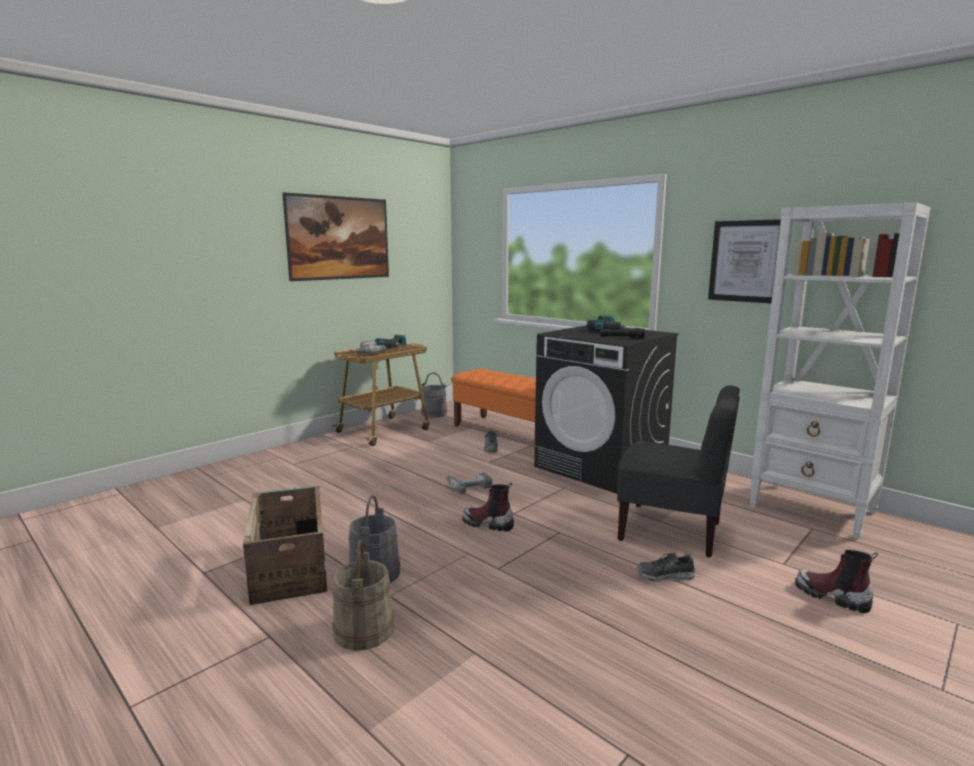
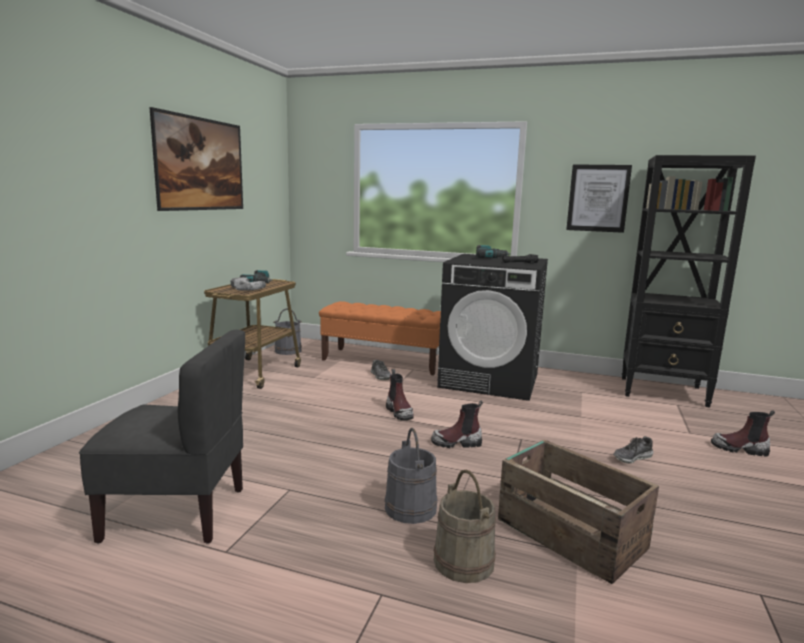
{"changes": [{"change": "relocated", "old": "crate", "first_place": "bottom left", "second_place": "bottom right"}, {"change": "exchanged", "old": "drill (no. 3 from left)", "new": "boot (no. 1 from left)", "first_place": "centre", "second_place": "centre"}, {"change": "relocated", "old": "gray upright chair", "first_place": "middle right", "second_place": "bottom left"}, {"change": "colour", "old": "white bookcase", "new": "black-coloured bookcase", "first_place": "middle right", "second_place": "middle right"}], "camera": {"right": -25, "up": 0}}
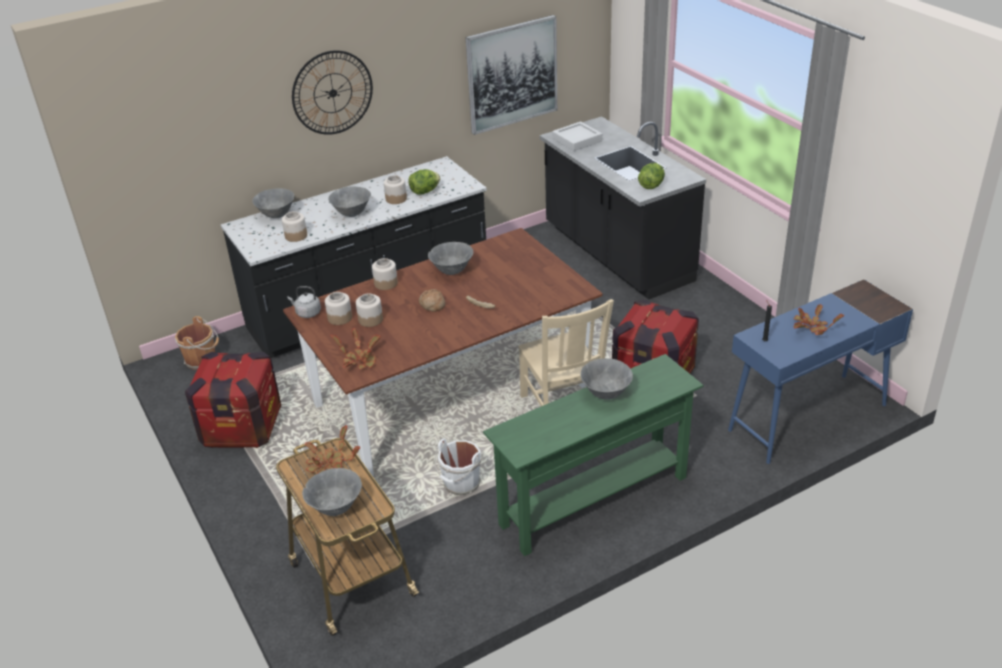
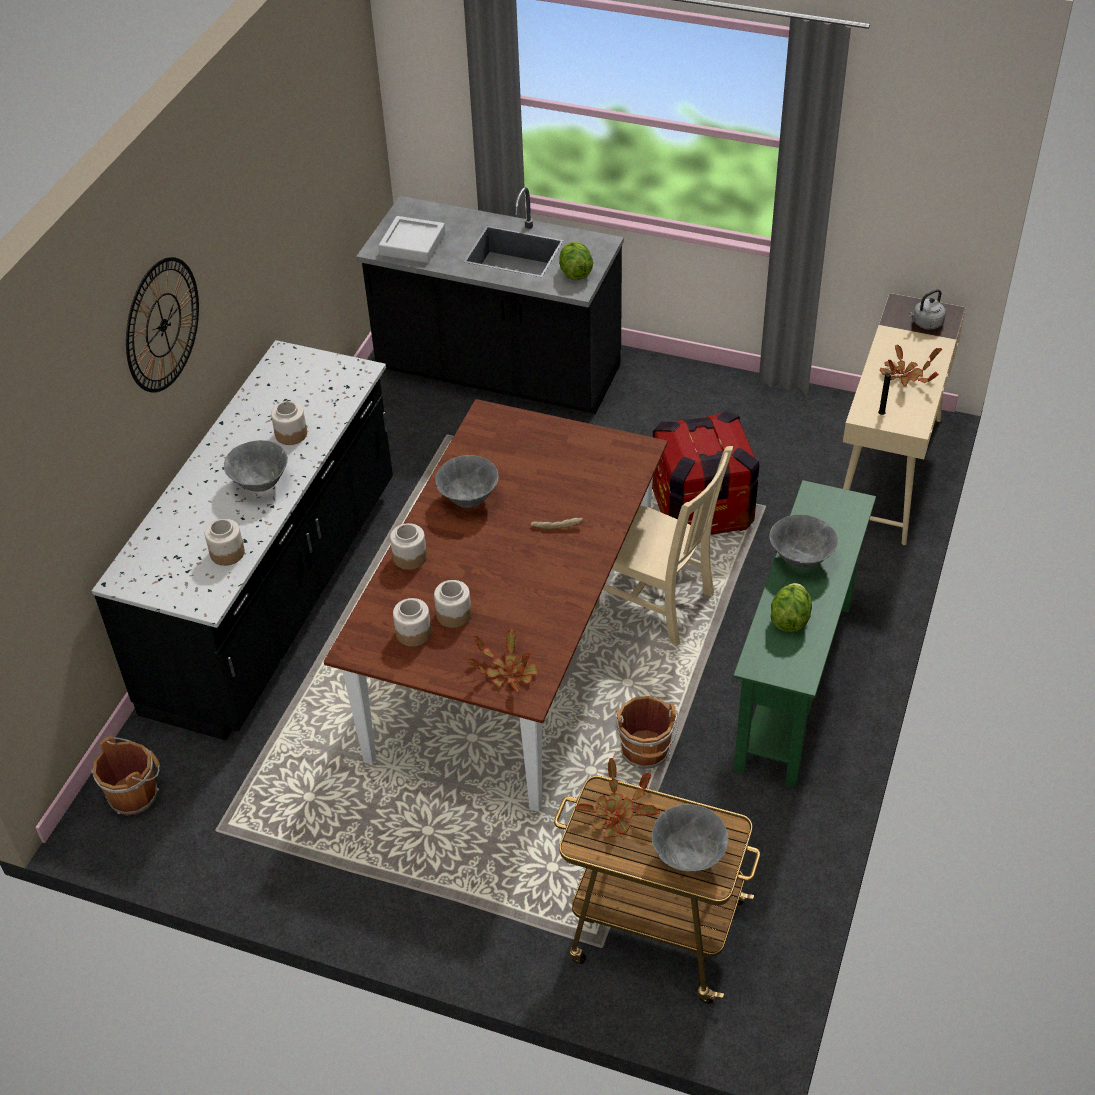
{"changes": [{"change": "missing", "old": "crate (no. 1 from left)", "first_place": "middle left"}, {"change": "missing", "old": "gray deep dish (no. 1 from left)", "first_place": "top left"}, {"change": "relocated", "old": "gray kettle", "first_place": "middle left", "second_place": "top right"}, {"change": "relocated", "old": "head of lettuce (no. 1 from left in the first image)", "new": "head of lettuce (no. 2 from left)", "first_place": "top centre", "second_place": "middle right"}, {"change": "missing", "old": "bread (no. 1 from left)", "first_place": "centre"}, {"change": "colour", "old": "white water bucket", "new": "brownish water bucket (no. 2 from left)", "first_place": "bottom centre", "second_place": "bottom centre"}, {"change": "missing", "old": "wall art", "first_place": "top centre"}, {"change": "colour", "old": "blue-coloured desk unit", "new": "beige-coloured desk unit", "first_place": "middle right", "second_place": "middle right"}], "camera": {"right": -40, "up": 10}}
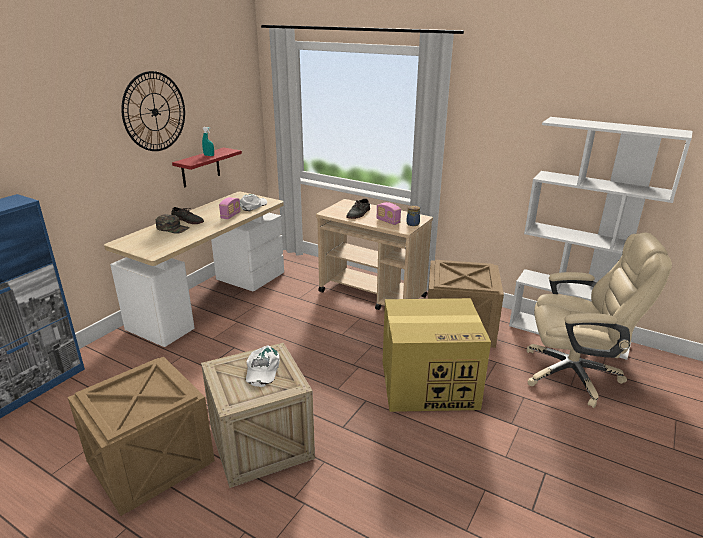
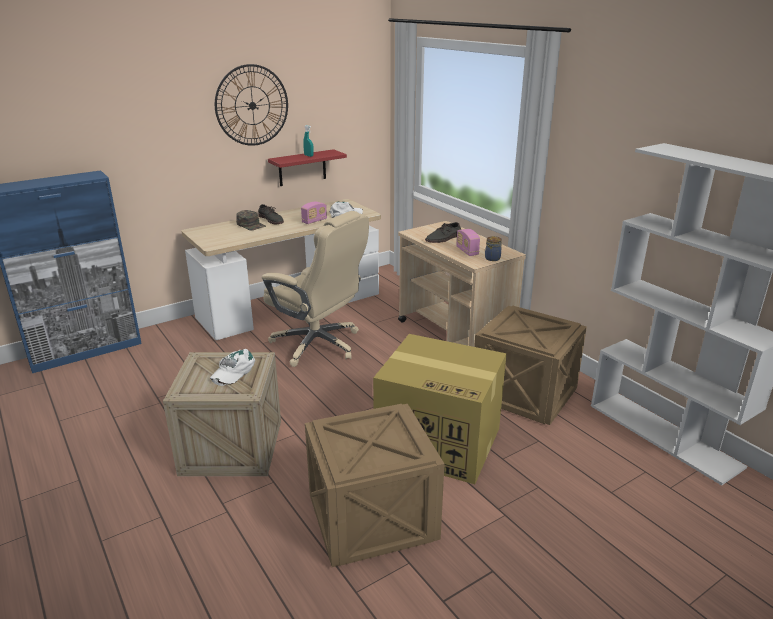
{"changes": [{"change": "relocated", "old": "crate (no. 1 from left in the first image)", "new": "crate (no. 2 from left)", "first_place": "bottom left", "second_place": "bottom centre"}, {"change": "relocated", "old": "beige-coloured office chair", "first_place": "middle right", "second_place": "centre"}], "camera": {"right": 25, "up": 0}}
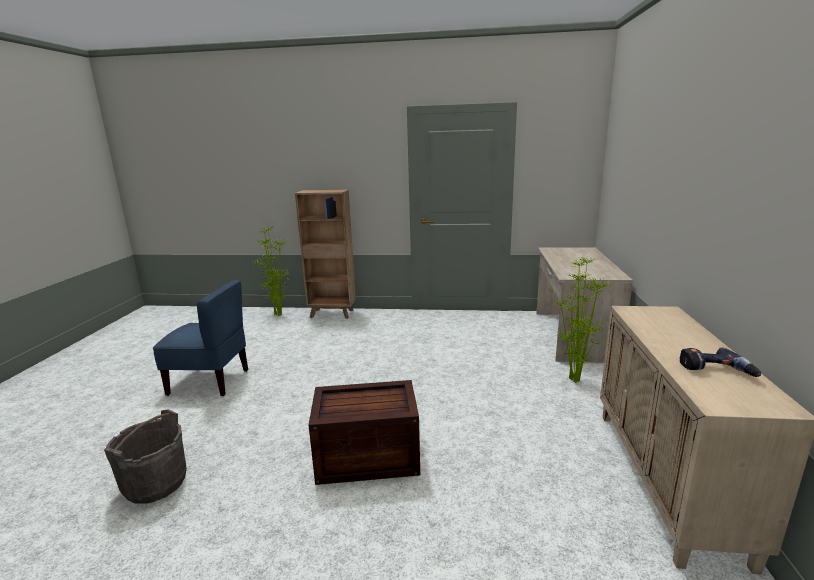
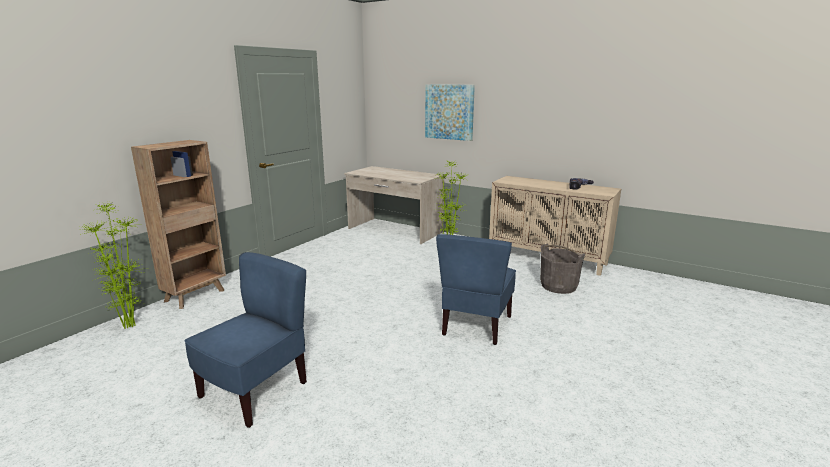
{"changes": [{"change": "relocated", "old": "gray water bucket", "first_place": "bottom left", "second_place": "middle right"}, {"change": "exchanged", "old": "crate", "new": "blue-coloured upright chair (no. 2 from left)", "first_place": "bottom centre", "second_place": "centre"}, {"change": "appeared", "new": "wall art", "second_place": "top centre"}], "camera": {"right": -65, "up": 0}}
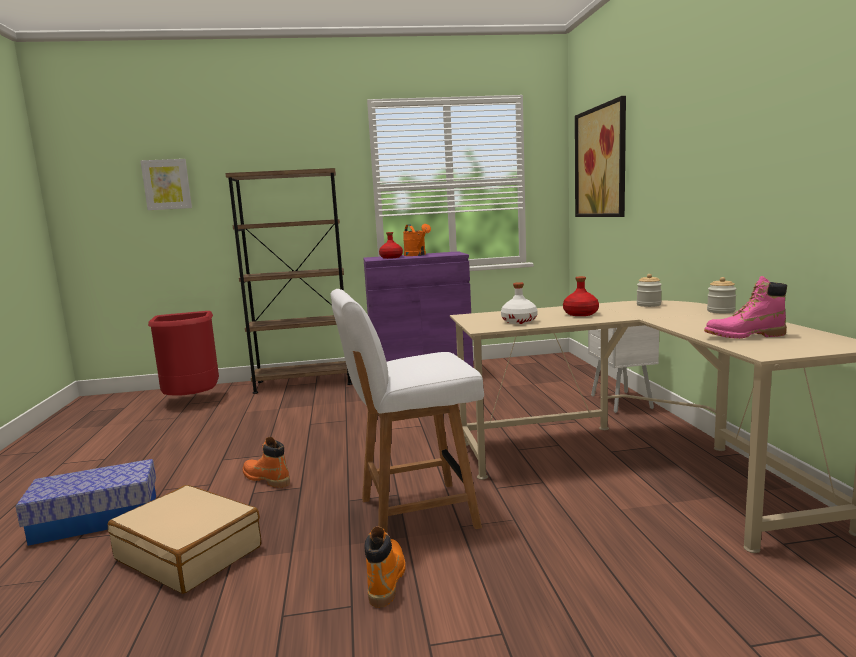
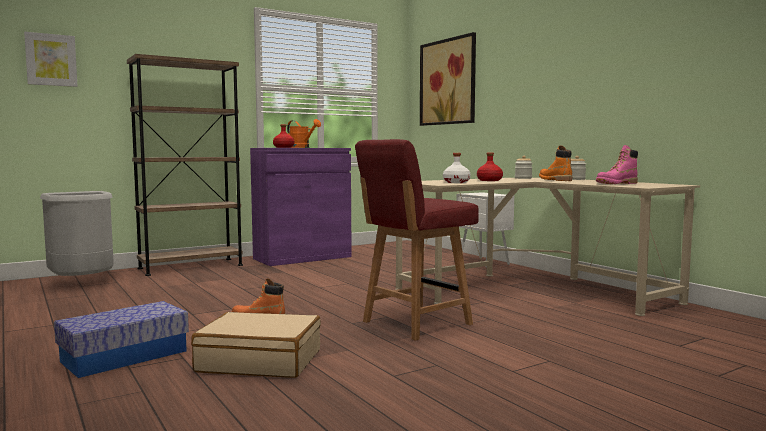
{"changes": [{"change": "colour", "old": "red-coloured trash can", "new": "gray trash can", "first_place": "middle left", "second_place": "middle left"}, {"change": "colour", "old": "white upright chair", "new": "red-coloured upright chair", "first_place": "centre", "second_place": "centre"}, {"change": "relocated", "old": "orangey boot (no. 2 from left)", "first_place": "bottom centre", "second_place": "middle right"}], "camera": {"right": -25, "up": -5}}
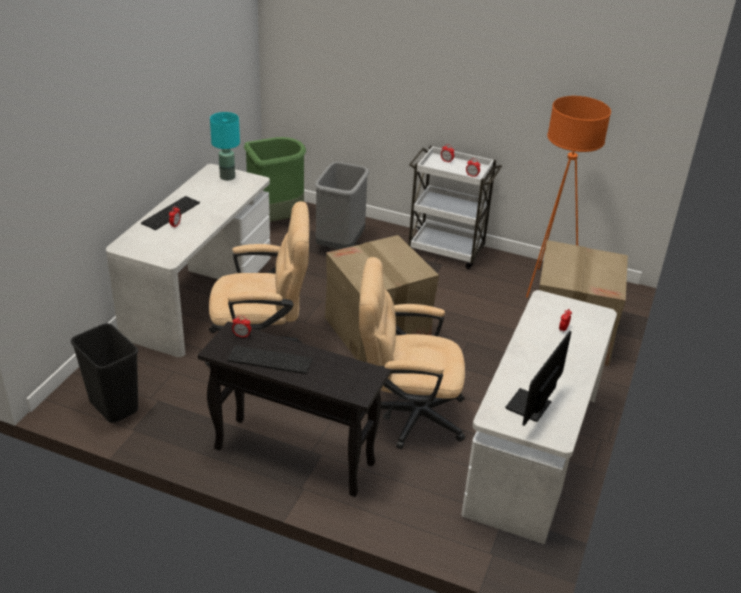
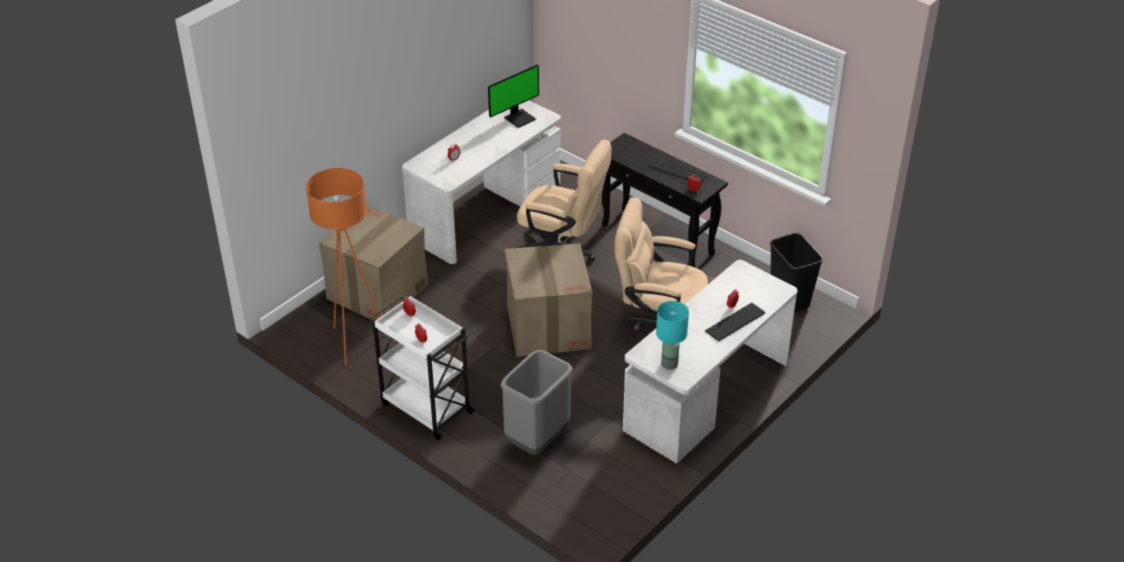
{"changes": [{"change": "missing", "old": "greenish trash can", "first_place": "top centre"}], "camera": {"right": -160, "up": 5}}
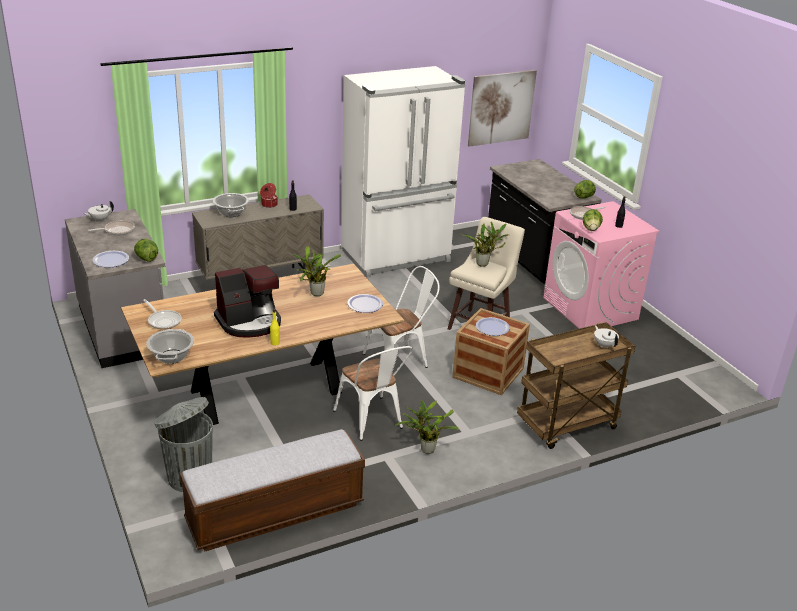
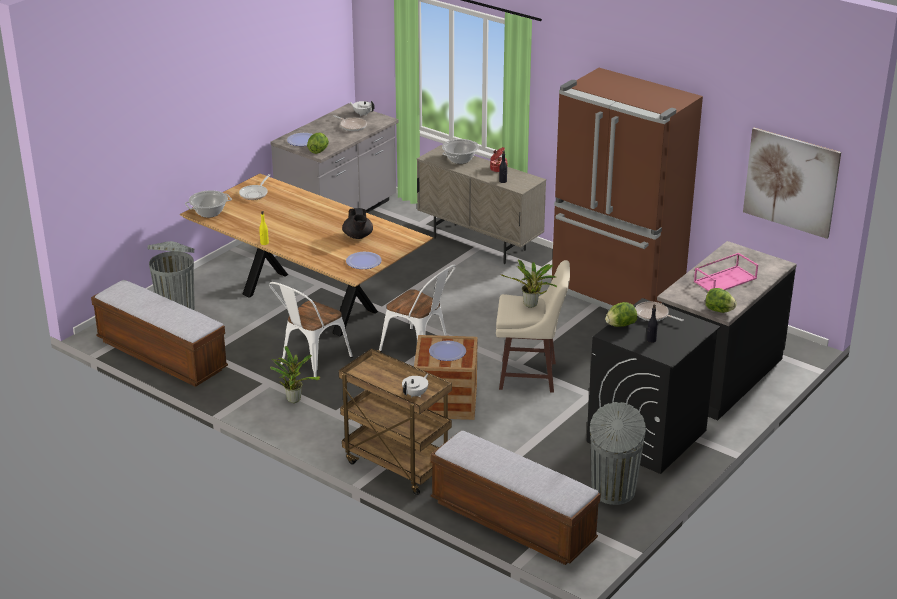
{"changes": [{"change": "missing", "old": "coffee brewer", "first_place": "middle left"}, {"change": "exchanged", "old": "plant in a pot (no. 1 from left)", "new": "black-coloured teapot", "first_place": "centre", "second_place": "centre"}, {"change": "colour", "old": "white kitchen fridge", "new": "brownish kitchen fridge", "first_place": "top centre", "second_place": "top right"}, {"change": "colour", "old": "pink washing machine", "new": "black-coloured washing machine", "first_place": "middle right", "second_place": "middle right"}, {"change": "appeared", "new": "indoor bench (no. 2 from left)", "second_place": "bottom centre"}, {"change": "appeared", "new": "gray trash can (no. 2 from left)", "second_place": "bottom right"}, {"change": "appeared", "new": "pink tray", "second_place": "middle right"}], "camera": {"right": 65, "up": 0}}
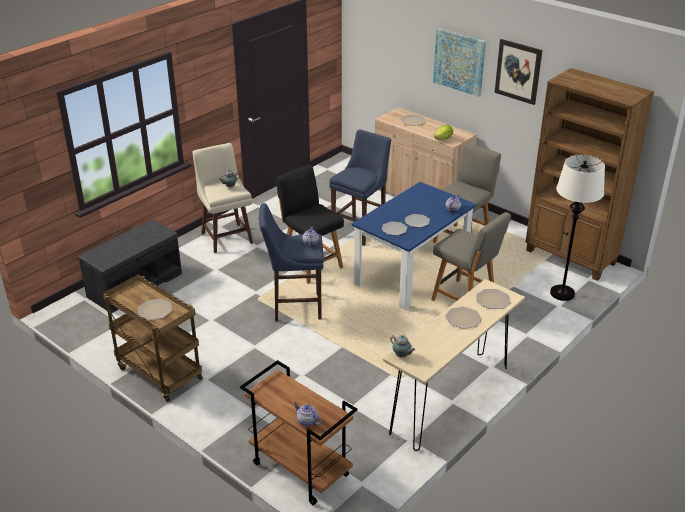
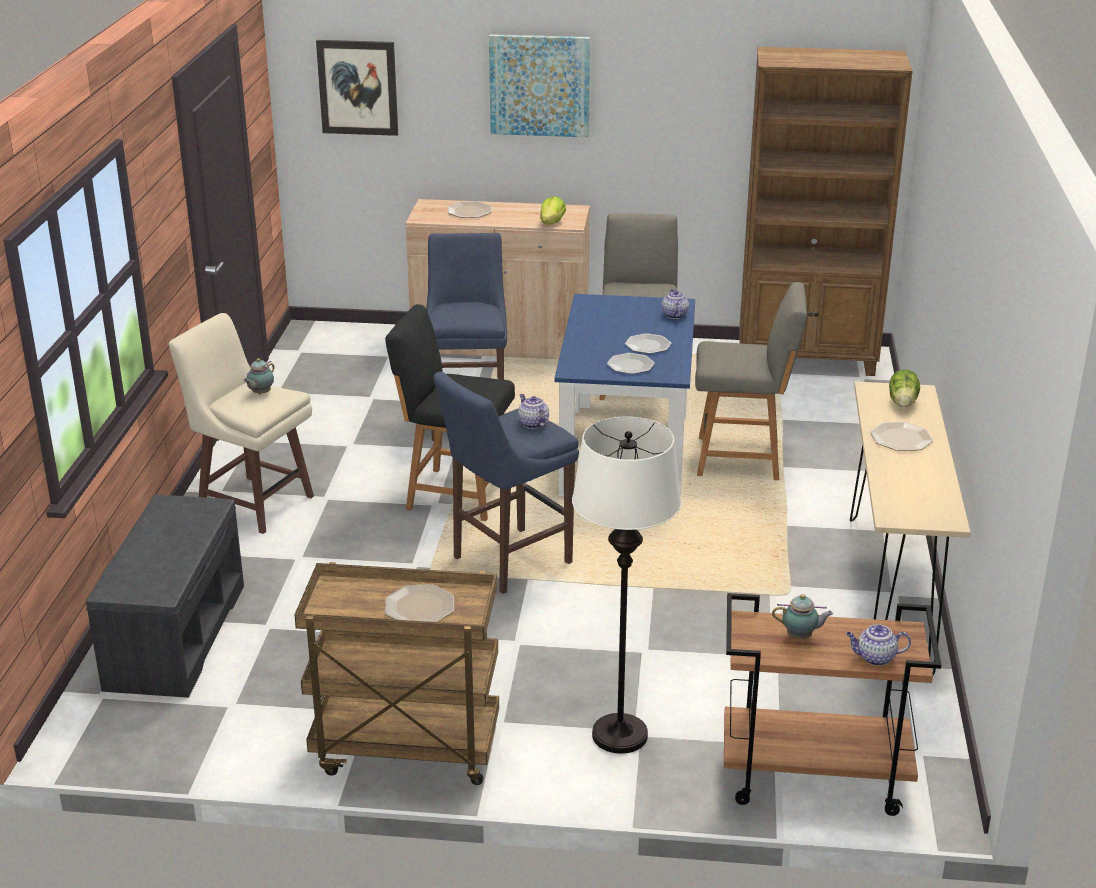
{"changes": [{"change": "relocated", "old": "teapot (no. 4 from left)", "first_place": "bottom centre", "second_place": "bottom right"}, {"change": "exchanged", "old": "plate (no. 6 from left)", "new": "head of lettuce (no. 2 from left)", "first_place": "middle right", "second_place": "middle right"}, {"change": "relocated", "old": "wall art (no. 2 from left in the first image)", "new": "wall art (no. 1 from left)", "first_place": "top right", "second_place": "top left"}, {"change": "relocated", "old": "white standing lamp", "first_place": "middle right", "second_place": "centre"}], "camera": {"right": -35, "up": -5}}
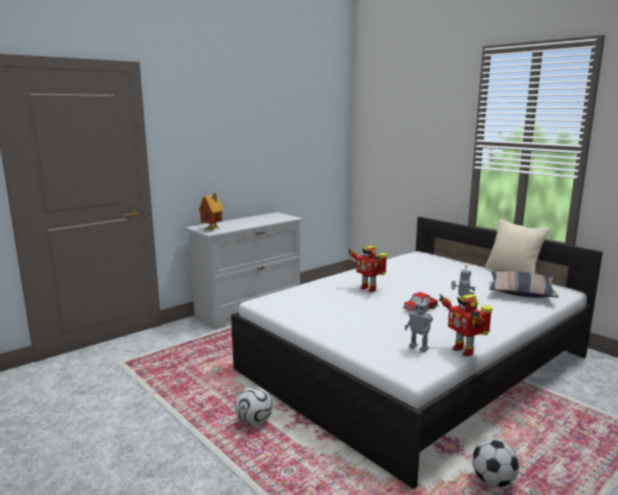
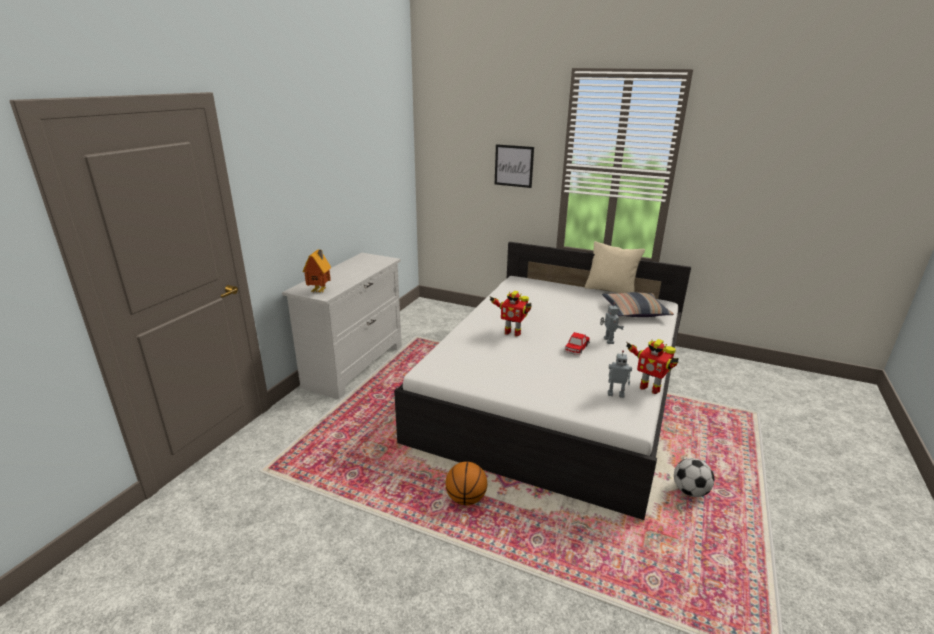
{"changes": [{"change": "exchanged", "old": "ball for football (no. 1 from left)", "new": "basketball ball", "first_place": "bottom centre", "second_place": "bottom centre"}, {"change": "appeared", "new": "wall art", "second_place": "top centre"}], "camera": {"right": -25, "up": 10}}
